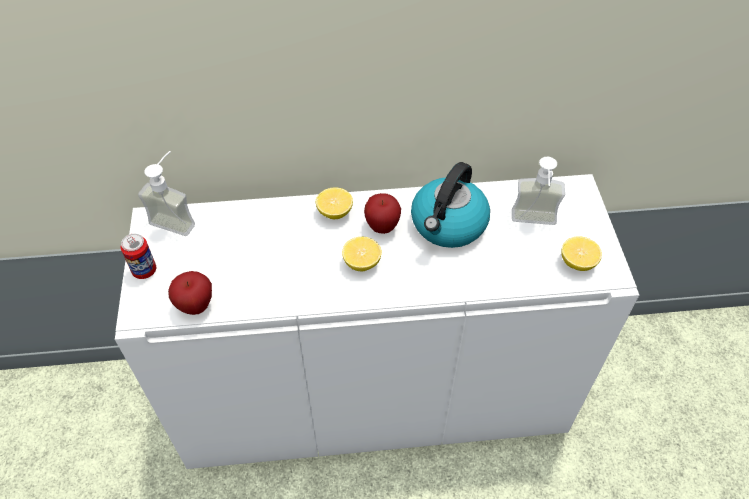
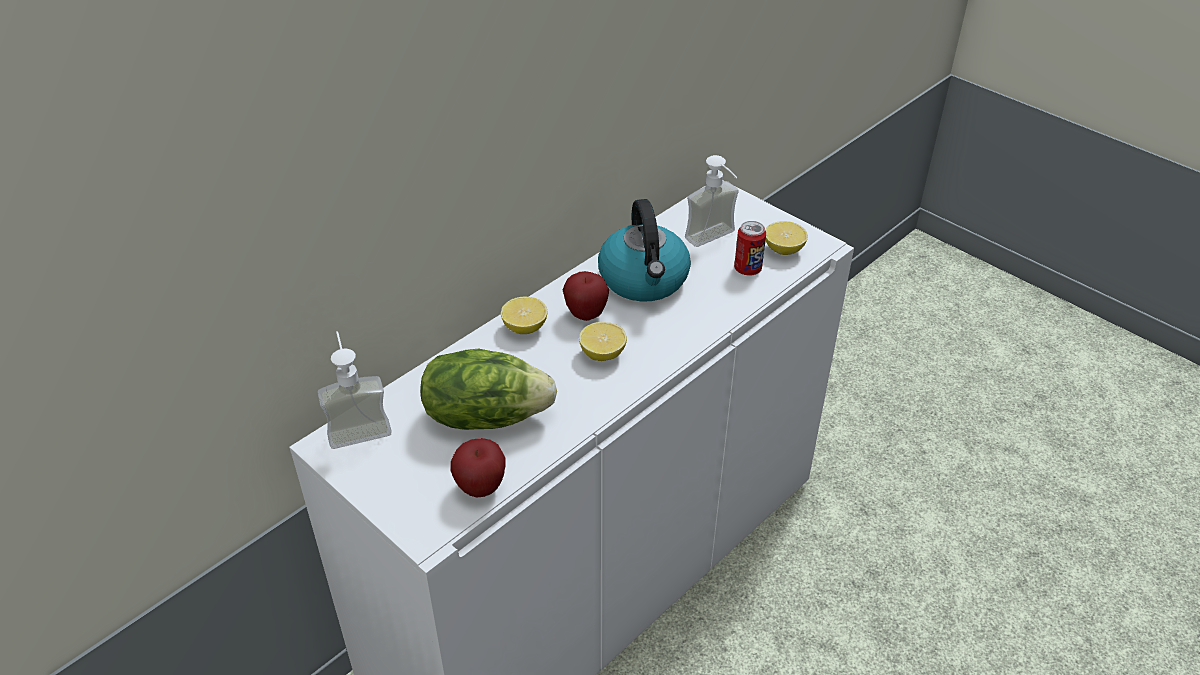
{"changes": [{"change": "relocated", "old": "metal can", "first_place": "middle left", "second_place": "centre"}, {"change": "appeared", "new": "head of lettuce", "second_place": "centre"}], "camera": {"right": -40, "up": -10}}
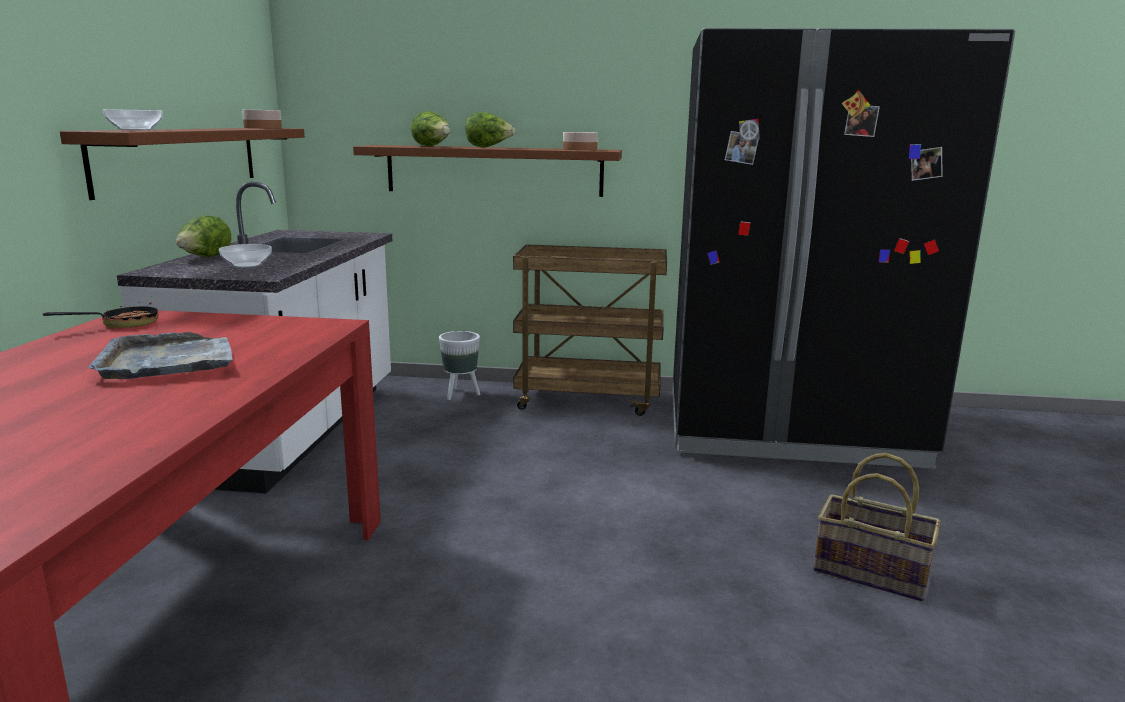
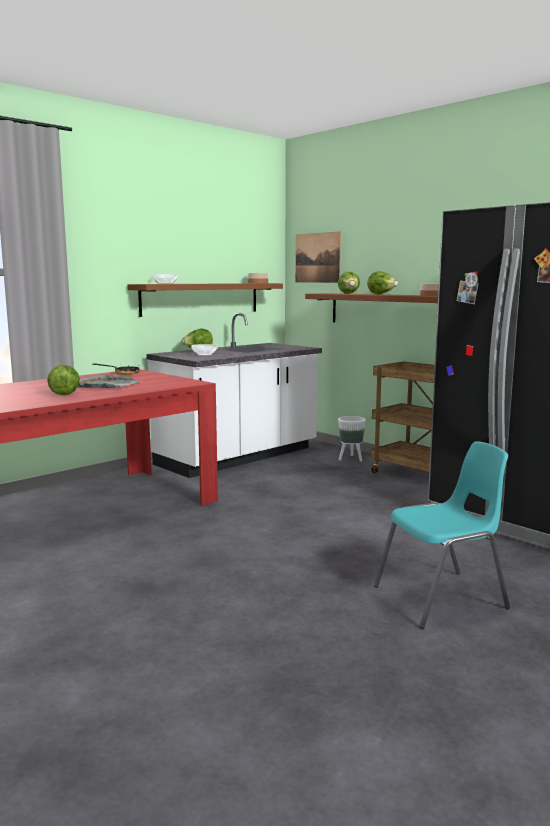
{"changes": [{"change": "exchanged", "old": "storage basket", "new": "turquoise upright chair", "first_place": "bottom right", "second_place": "middle right"}, {"change": "appeared", "new": "head of lettuce (no. 1 from left)", "second_place": "middle left"}, {"change": "appeared", "new": "wall art", "second_place": "top centre"}], "camera": {"right": 40, "up": -5}}
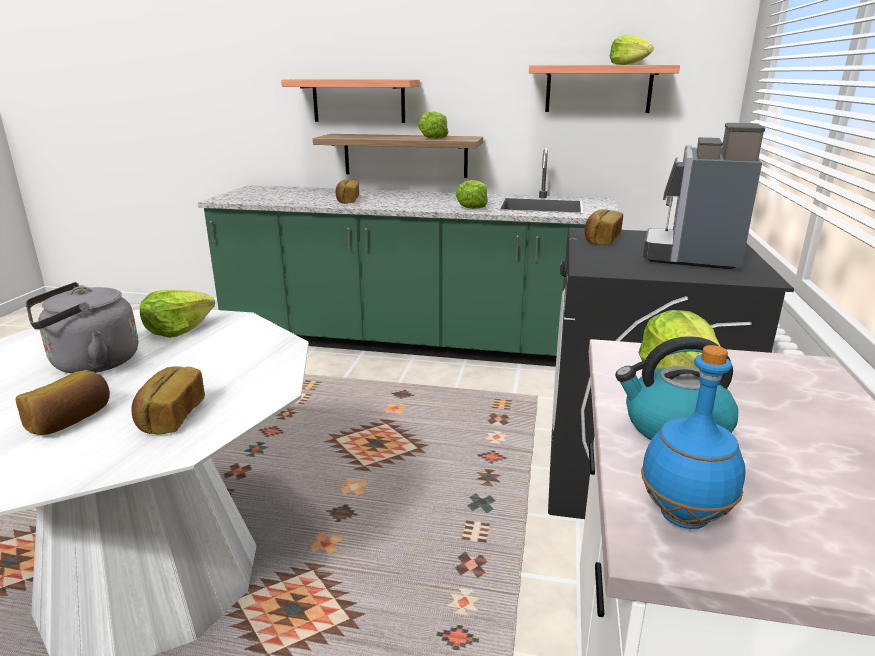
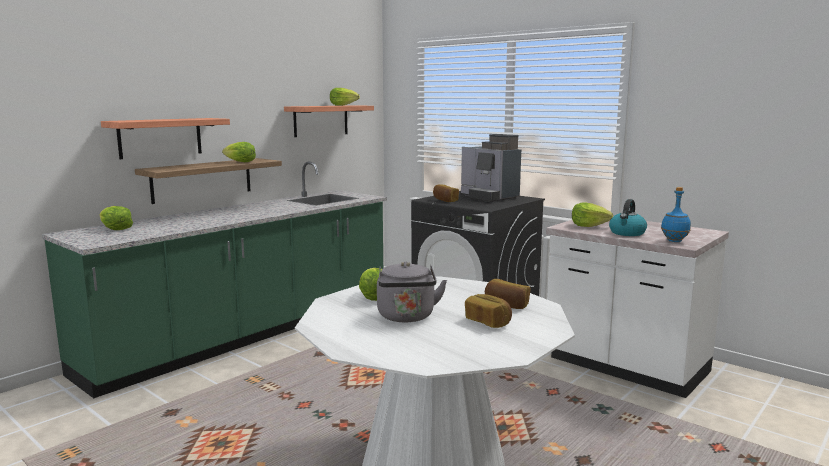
{"changes": [{"change": "missing", "old": "bread (no. 3 from left)", "first_place": "top centre"}, {"change": "relocated", "old": "head of lettuce (no. 3 from left in the first image)", "new": "head of lettuce (no. 1 from left)", "first_place": "top centre", "second_place": "middle left"}], "camera": {"right": -60, "up": -10}}
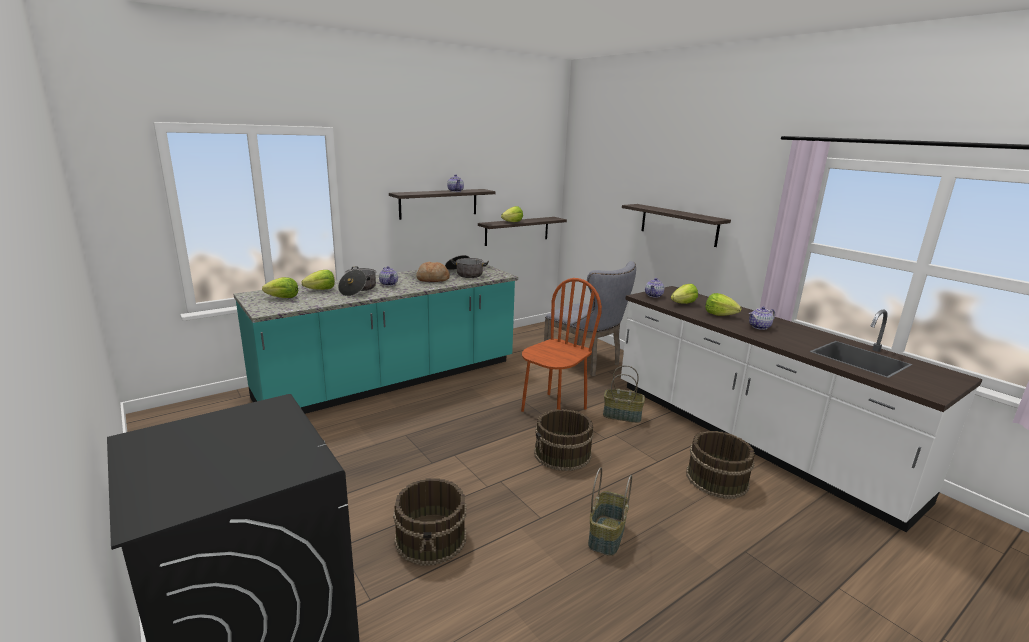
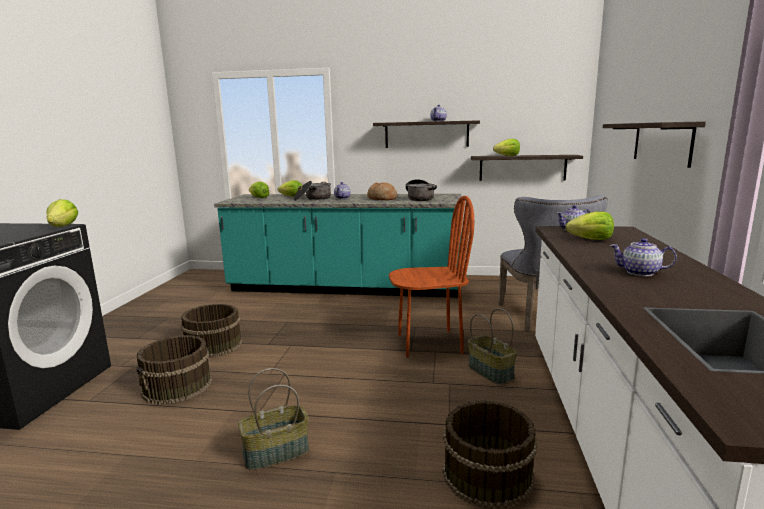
{"changes": [{"change": "relocated", "old": "brownish water bucket (no. 2 from left)", "first_place": "bottom centre", "second_place": "middle left"}, {"change": "relocated", "old": "head of lettuce (no. 5 from left in the first image)", "new": "head of lettuce (no. 1 from left)", "first_place": "middle right", "second_place": "middle left"}], "camera": {"right": 45, "up": -5}}
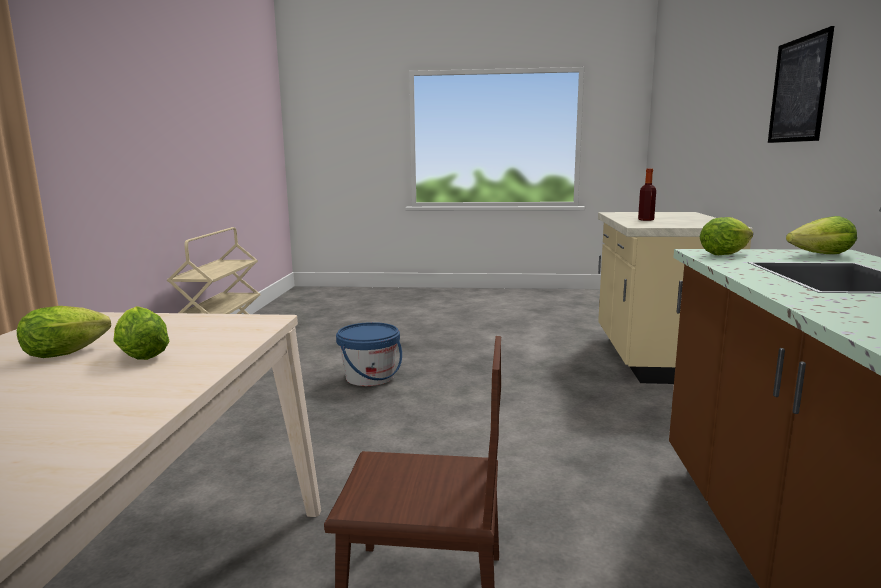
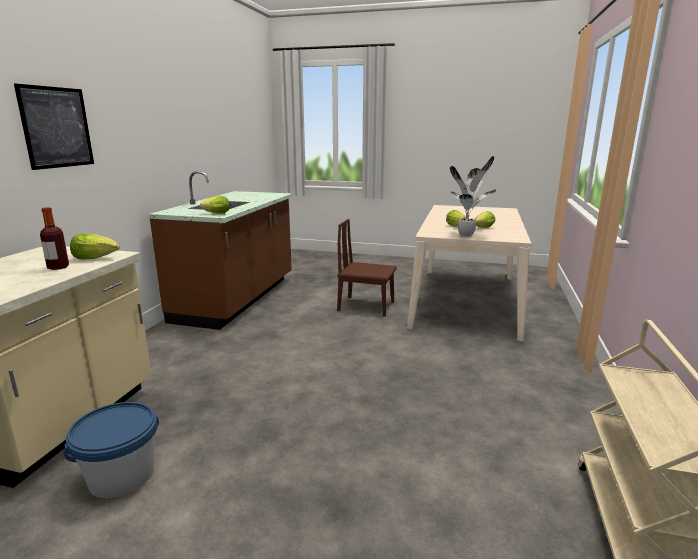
{"changes": [{"change": "relocated", "old": "blue-coloured water bucket", "first_place": "centre", "second_place": "bottom left"}, {"change": "relocated", "old": "head of lettuce (no. 4 from left in the first image)", "new": "head of lettuce (no. 1 from left)", "first_place": "middle right", "second_place": "middle left"}, {"change": "appeared", "new": "plant in a pot", "second_place": "middle right"}], "camera": {"right": -170, "up": 5}}
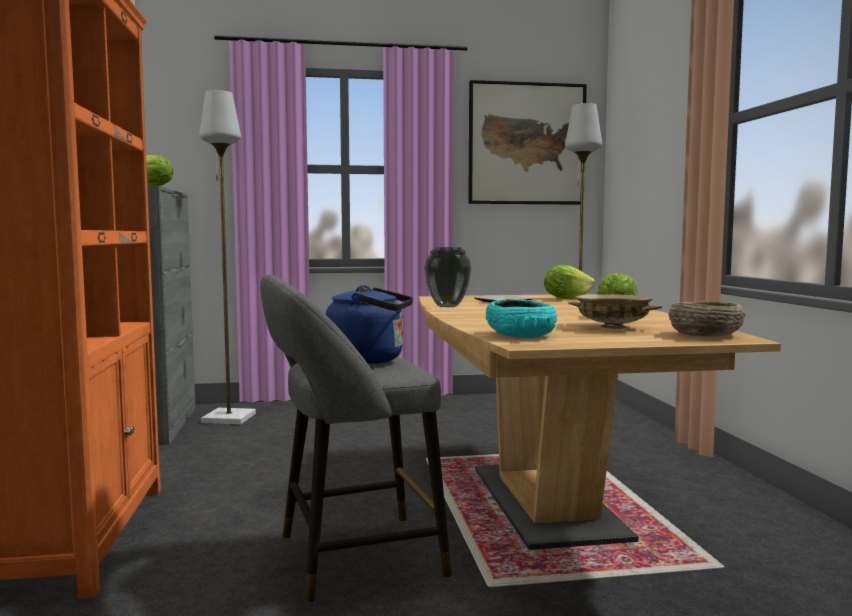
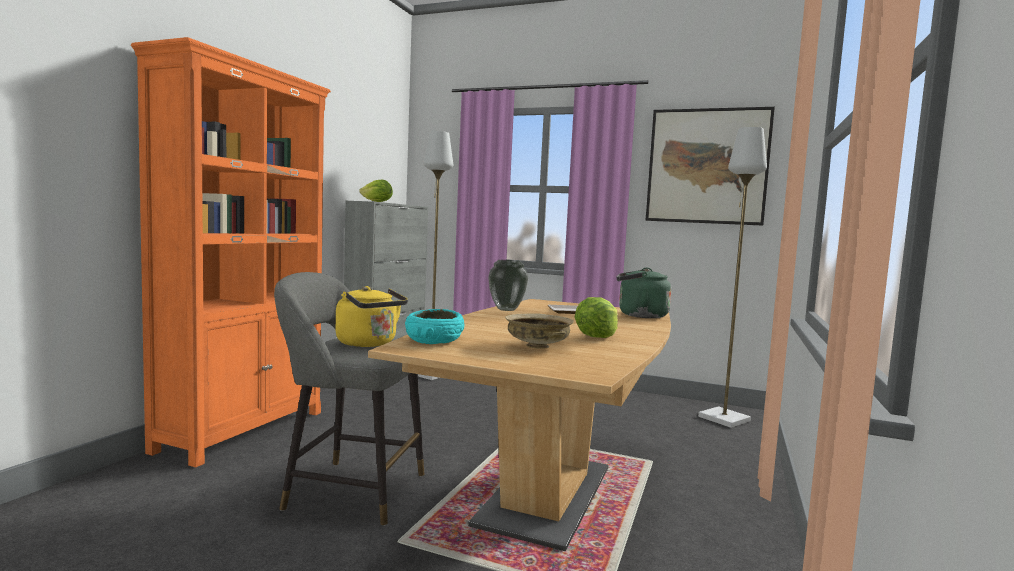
{"changes": [{"change": "colour", "old": "blue-coloured kettle", "new": "yellow-coloured kettle", "first_place": "centre", "second_place": "centre"}, {"change": "exchanged", "old": "head of lettuce (no. 2 from left)", "new": "greenish kettle", "first_place": "middle right", "second_place": "centre"}, {"change": "missing", "old": "beige-coloured deep dish (no. 2 from left)", "first_place": "middle right"}], "camera": {"right": 30, "up": 0}}
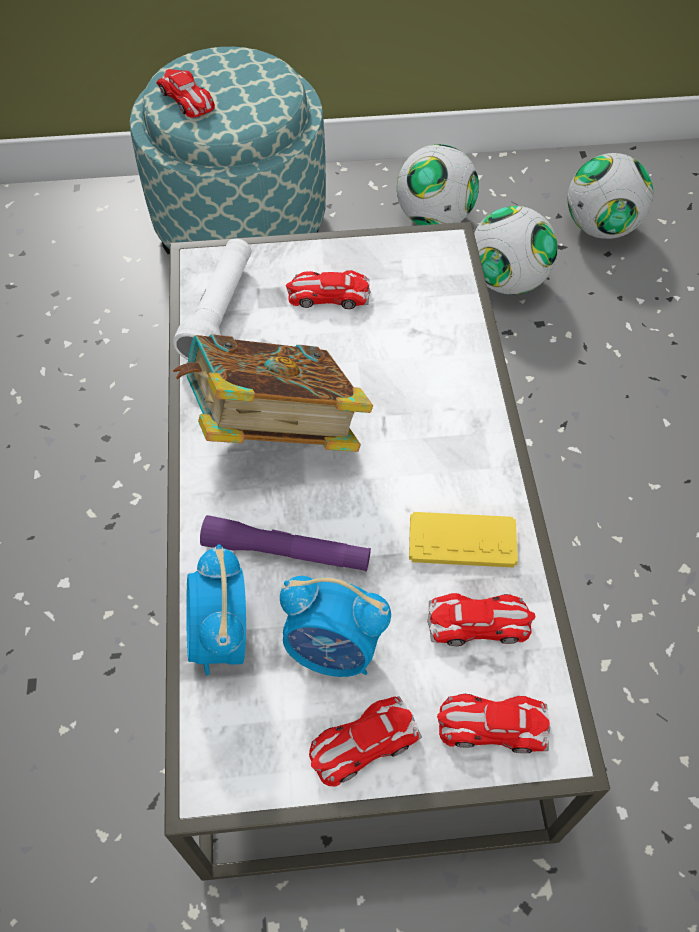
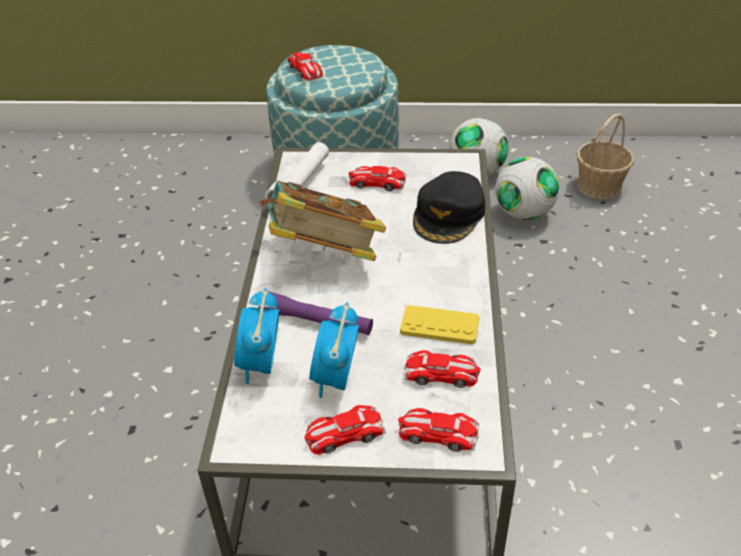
{"changes": [{"change": "spun", "old": "alarm clock (no. 2 from left)", "first_place": "bottom centre", "second_place": "centre", "degrees": 75}, {"change": "exchanged", "old": "ball for football (no. 3 from left)", "new": "storage basket", "first_place": "top right", "second_place": "top right"}, {"change": "appeared", "new": "black-coloured cap", "second_place": "centre"}], "camera": {"right": 10, "up": -15}}
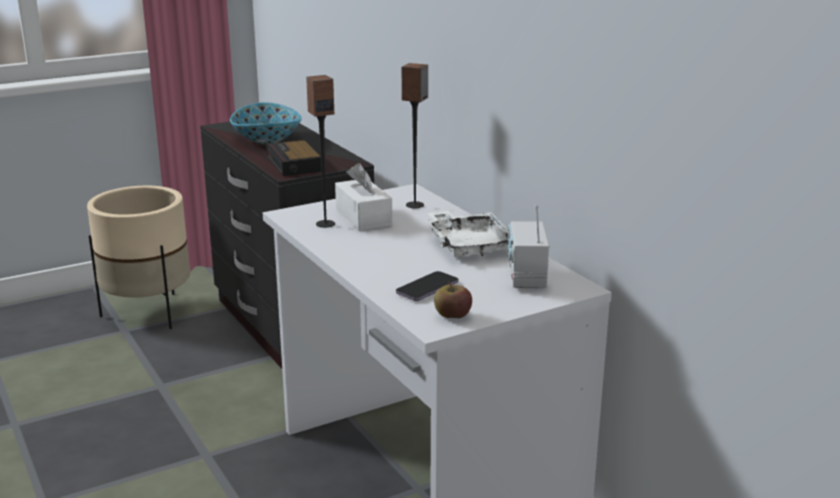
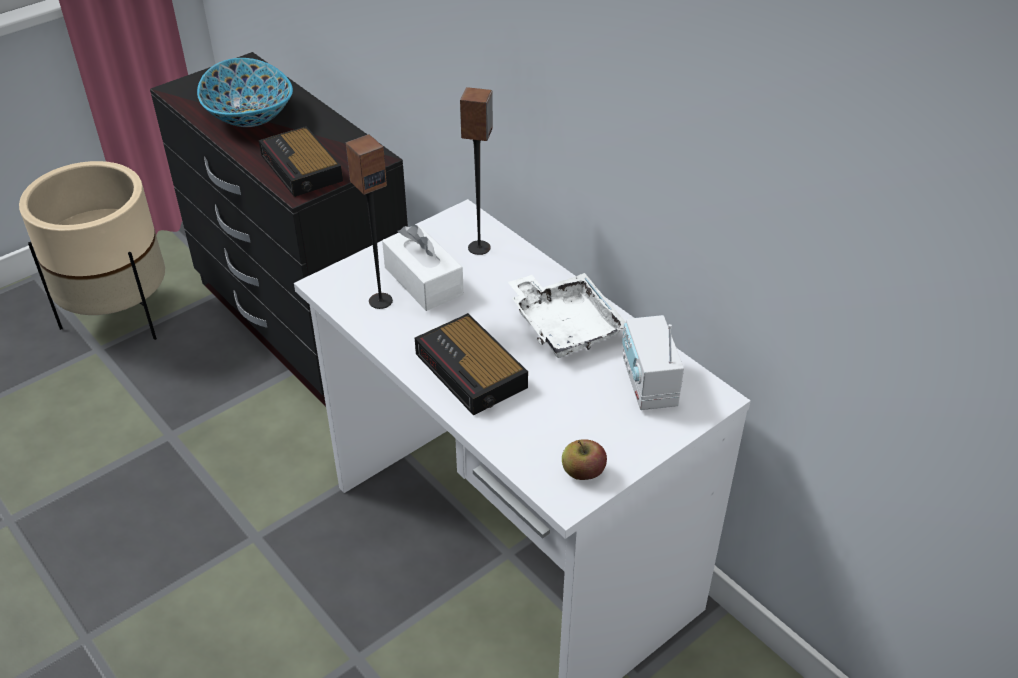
{"changes": [{"change": "missing", "old": "handset", "first_place": "centre"}, {"change": "appeared", "new": "alarm clock (no. 2 from left)", "second_place": "centre"}], "camera": {"right": -10, "up": 20}}
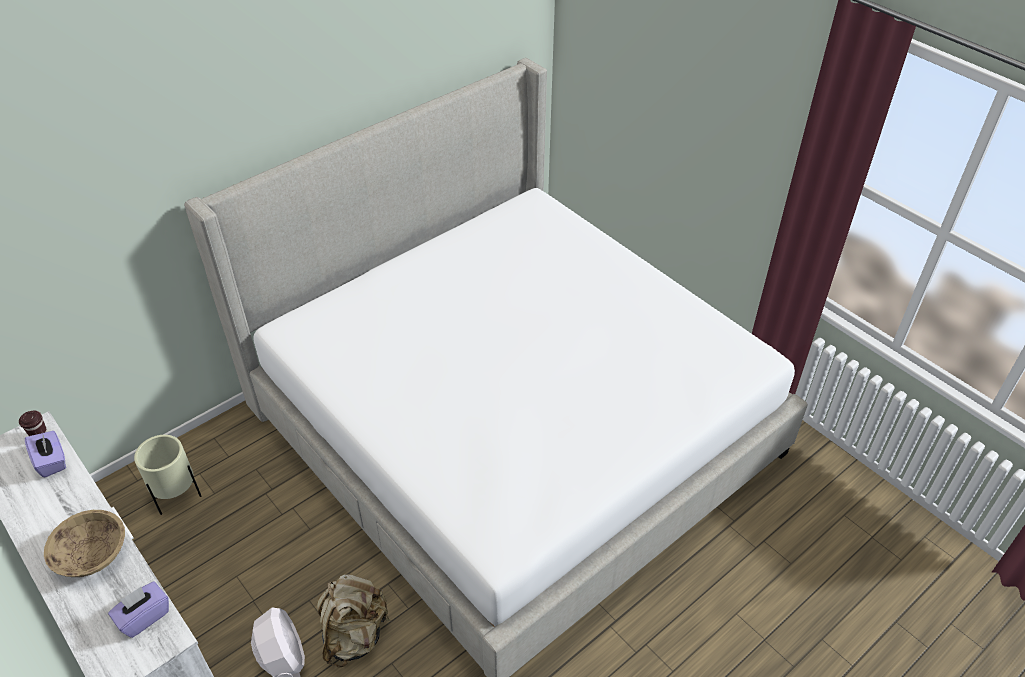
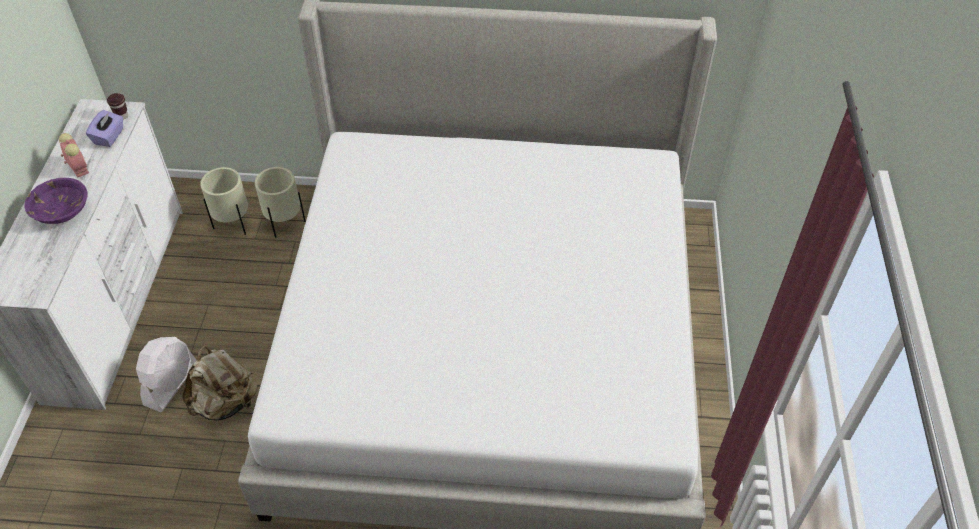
{"changes": [{"change": "colour", "old": "beige-coloured deep dish", "new": "purplish deep dish", "first_place": "bottom left", "second_place": "middle left"}, {"change": "missing", "old": "purplish box of tissues (no. 2 from left)", "first_place": "bottom left"}, {"change": "appeared", "new": "alarm clock", "second_place": "top left"}, {"change": "appeared", "new": "beige-coloured plant pot (no. 2 from left)", "second_place": "middle left"}], "camera": {"right": 45, "up": 5}}
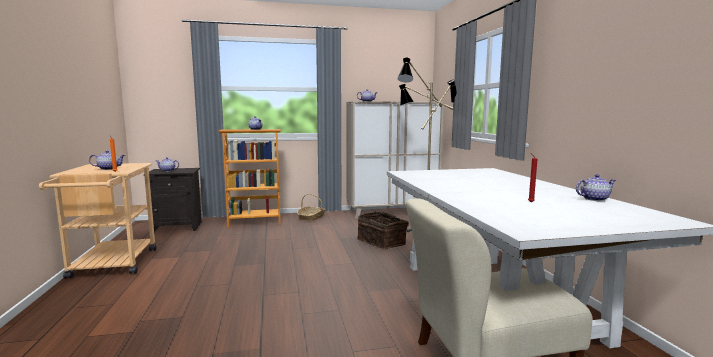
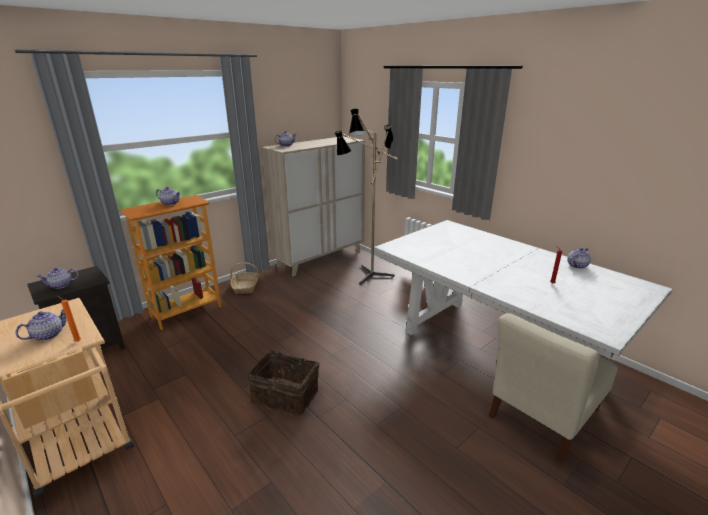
{"changes": [{"change": "relocated", "old": "storage basket (no. 2 from left)", "first_place": "centre", "second_place": "bottom centre"}], "camera": {"right": -30, "up": 15}}
